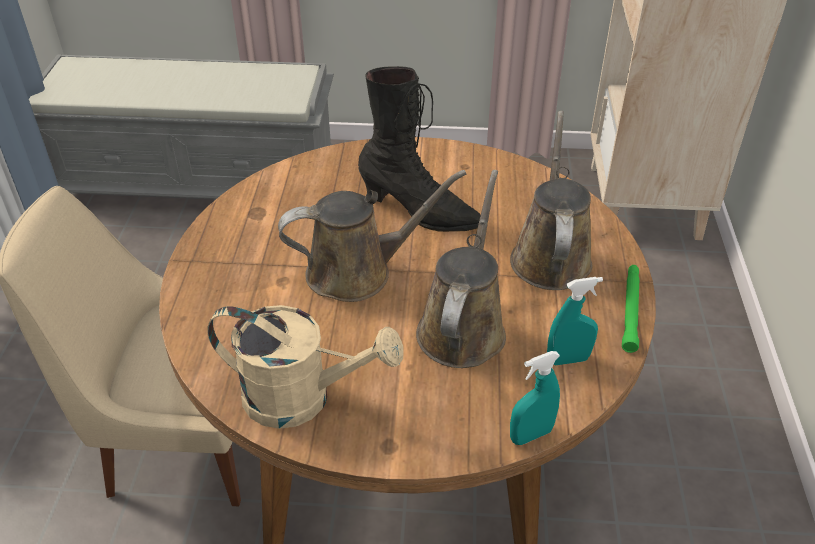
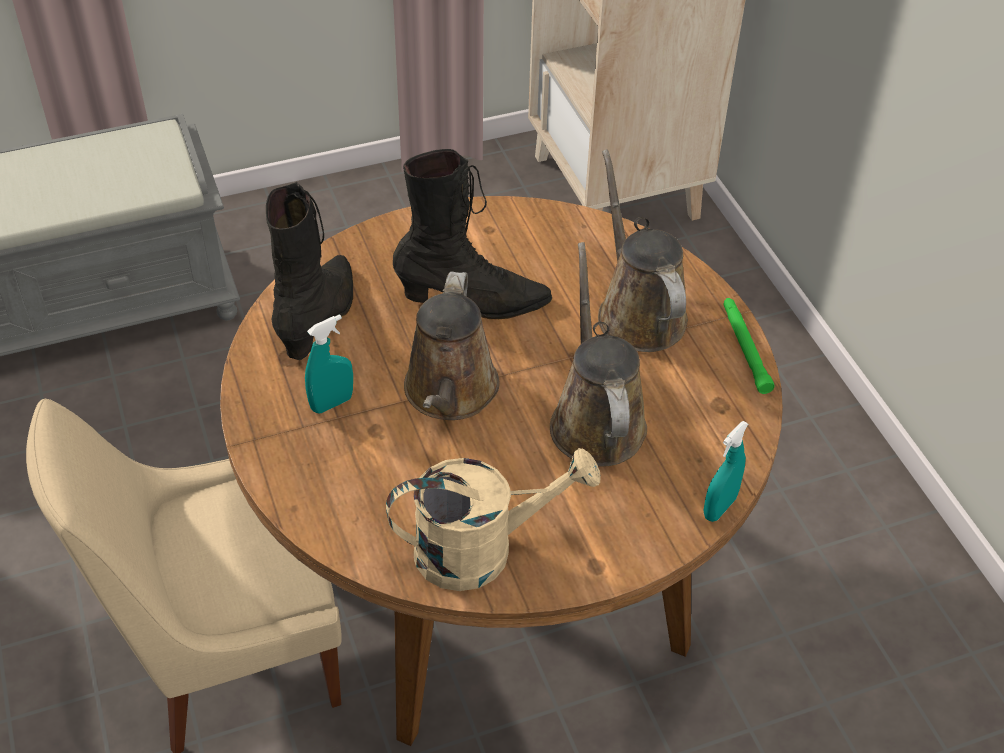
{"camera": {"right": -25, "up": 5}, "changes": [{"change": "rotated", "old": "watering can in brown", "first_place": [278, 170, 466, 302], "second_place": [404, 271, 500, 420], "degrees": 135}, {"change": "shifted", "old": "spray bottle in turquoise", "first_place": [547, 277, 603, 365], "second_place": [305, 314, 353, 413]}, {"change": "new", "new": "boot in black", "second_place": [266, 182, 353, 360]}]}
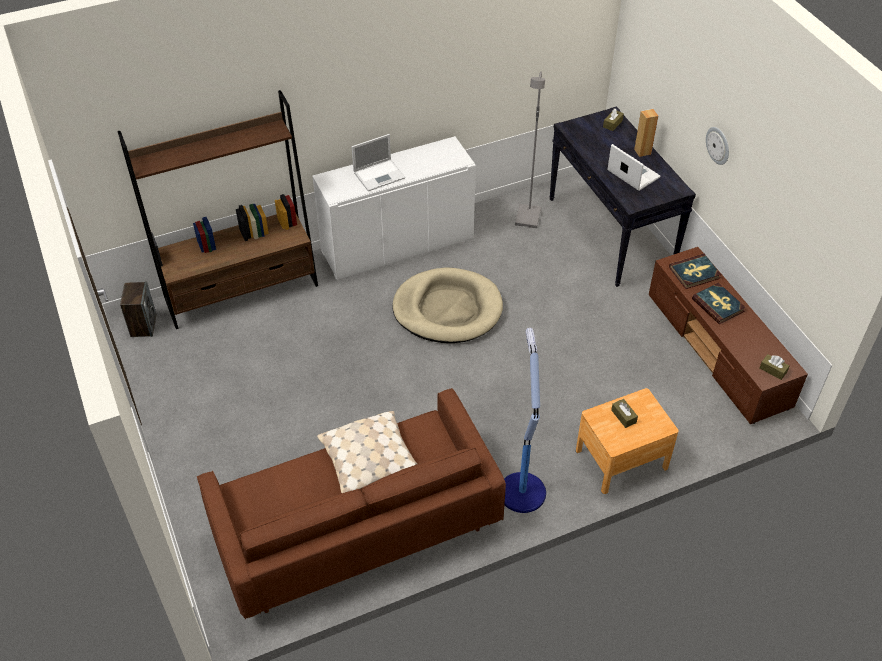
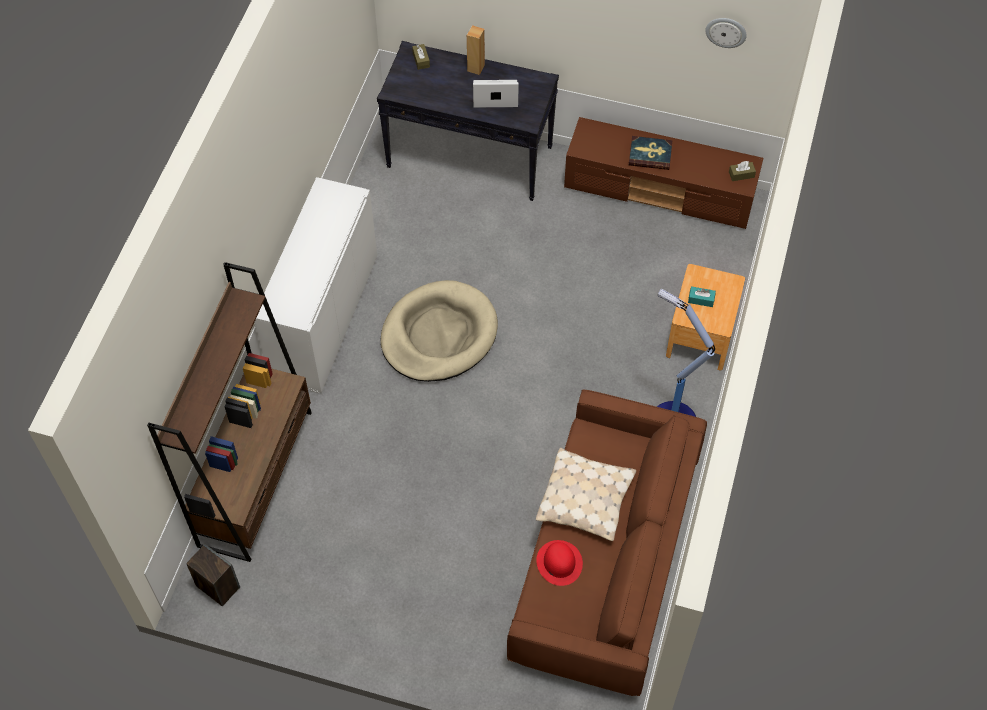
{"camera": {"right": -50, "up": 10}, "changes": [{"change": "gone", "old": "laptop", "first_place": [352, 134, 405, 191]}, {"change": "gone", "old": "floor lamp in grey", "first_place": [515, 71, 545, 228]}, {"change": "repainted", "old": "tissue box in brown", "new": "tissue box in turquoise", "first_place": [611, 399, 638, 428], "second_place": [688, 286, 716, 307]}, {"change": "gone", "old": "book", "first_place": [669, 254, 721, 289]}, {"change": "shifted", "old": "wall clock", "first_place": [706, 127, 729, 165], "second_place": [705, 18, 747, 48]}, {"change": "new", "new": "hat in red", "second_place": [536, 540, 583, 586]}]}
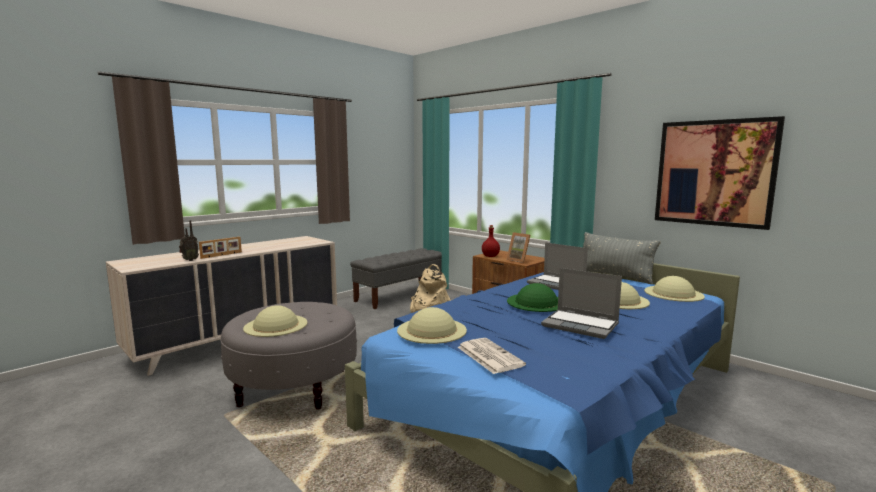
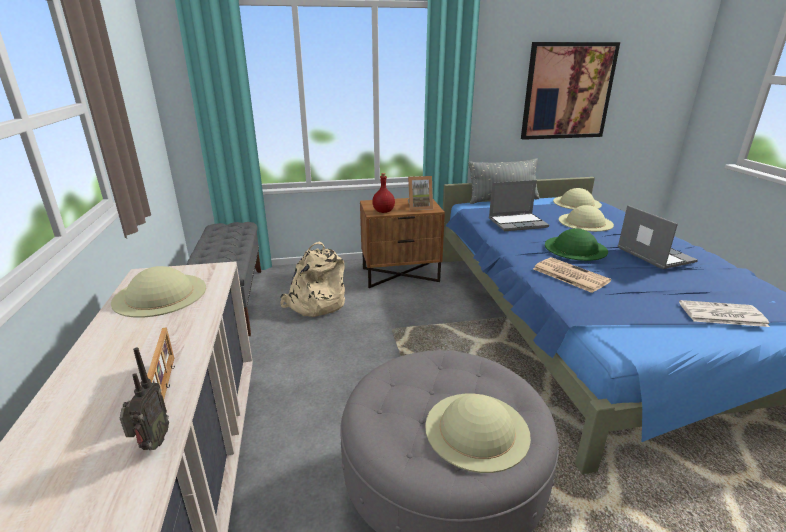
{"camera": {"right": -55, "up": 15}, "changes": [{"change": "shifted", "old": "hat in beige", "first_place": [397, 307, 467, 344], "second_place": [111, 266, 206, 318]}, {"change": "rotated", "old": "laptop", "first_place": [541, 268, 622, 339], "second_place": [618, 205, 698, 269], "degrees": -90}, {"change": "new", "new": "newspaper", "second_place": [533, 257, 611, 293]}]}
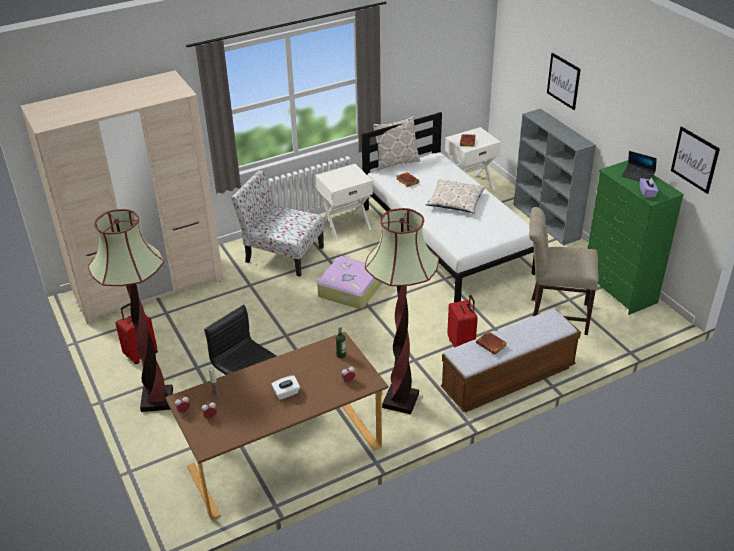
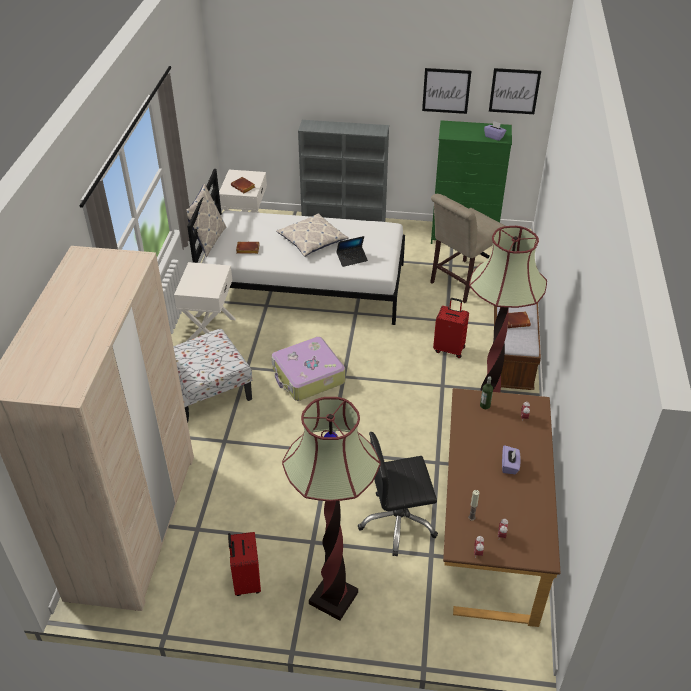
{"camera": {"right": -55, "up": 5}, "changes": [{"change": "repainted", "old": "tissue box in white", "new": "tissue box in purple", "first_place": [271, 375, 300, 400], "second_place": [502, 445, 521, 474]}, {"change": "shifted", "old": "picture", "first_place": [547, 53, 581, 110], "second_place": [422, 68, 471, 114]}, {"change": "shifted", "old": "laptop", "first_place": [622, 151, 657, 182], "second_place": [336, 236, 368, 267]}]}
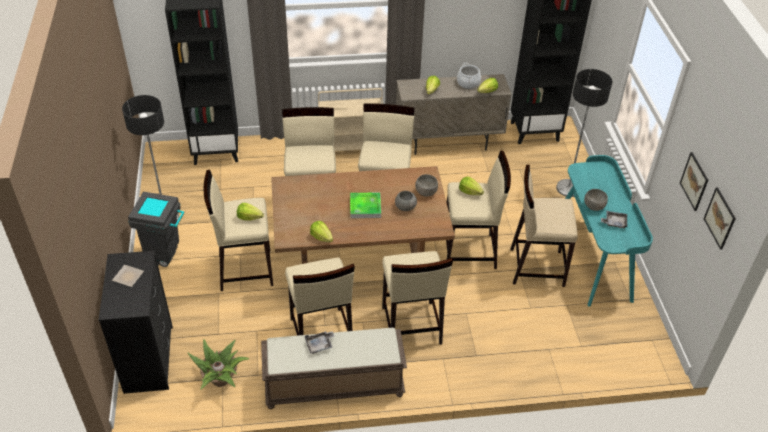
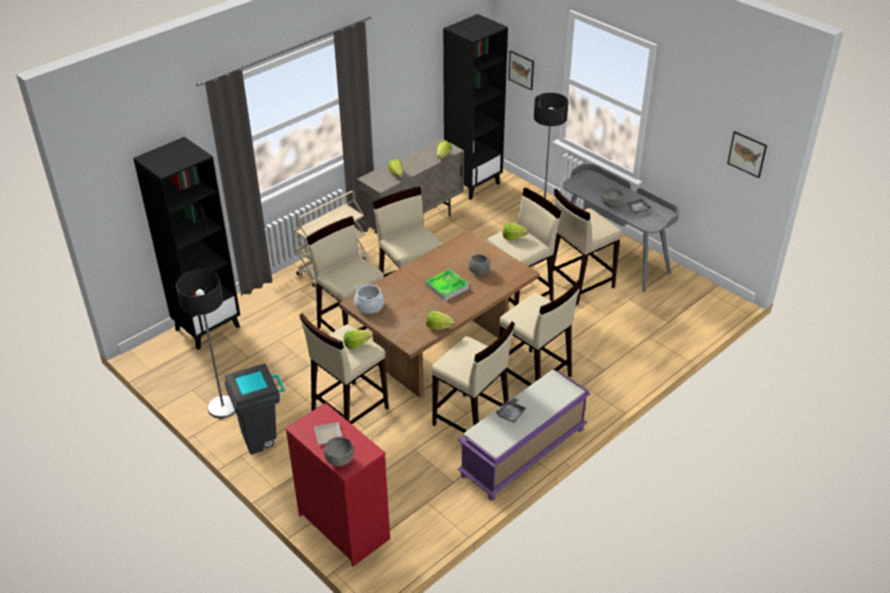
{"camera": {"right": -35, "up": -5}, "changes": [{"change": "repainted", "old": "dresser in black", "new": "dresser in red", "first_place": [99, 251, 173, 394], "second_place": [285, 403, 390, 567]}, {"change": "gone", "old": "potted plant", "first_place": [188, 339, 249, 390]}, {"change": "repainted", "old": "bench in brown", "new": "bench in purple", "first_place": [261, 328, 407, 409], "second_place": [458, 370, 591, 501]}, {"change": "shifted", "old": "bowl in grey", "first_place": [415, 174, 438, 197], "second_place": [324, 437, 354, 466]}, {"change": "shifted", "old": "cooking pot", "first_place": [457, 63, 481, 89], "second_place": [354, 284, 384, 314]}, {"change": "repainted", "old": "desk in turquoise", "new": "desk in grey", "first_place": [565, 155, 653, 307], "second_place": [563, 164, 679, 292]}, {"change": "shifted", "old": "picture", "first_place": [680, 152, 708, 211], "second_place": [508, 50, 534, 91]}]}
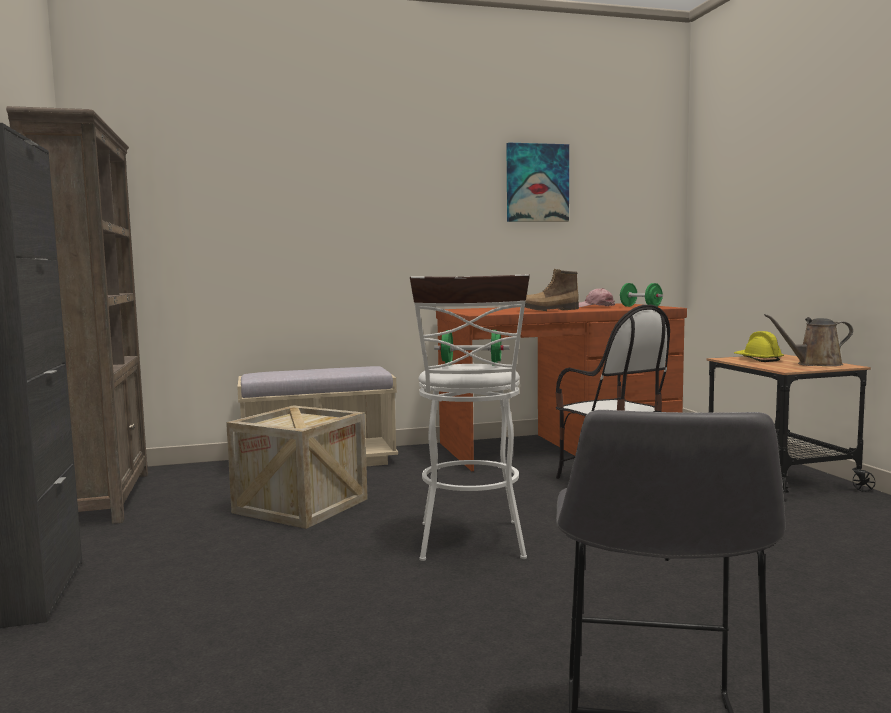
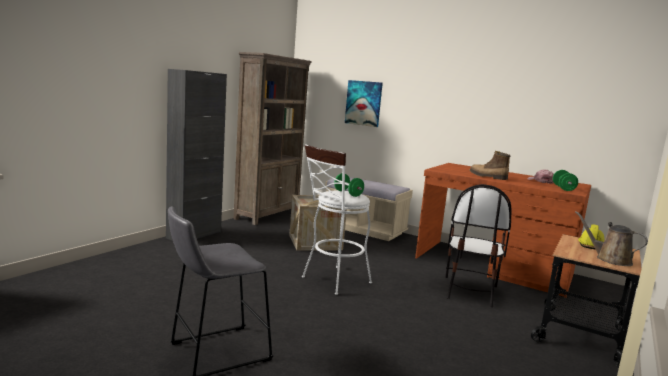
{"camera": {"right": 45, "up": 5}, "changes": [{"change": "shifted", "old": "picture", "first_place": [506, 143, 569, 222], "second_place": [345, 80, 383, 127]}]}
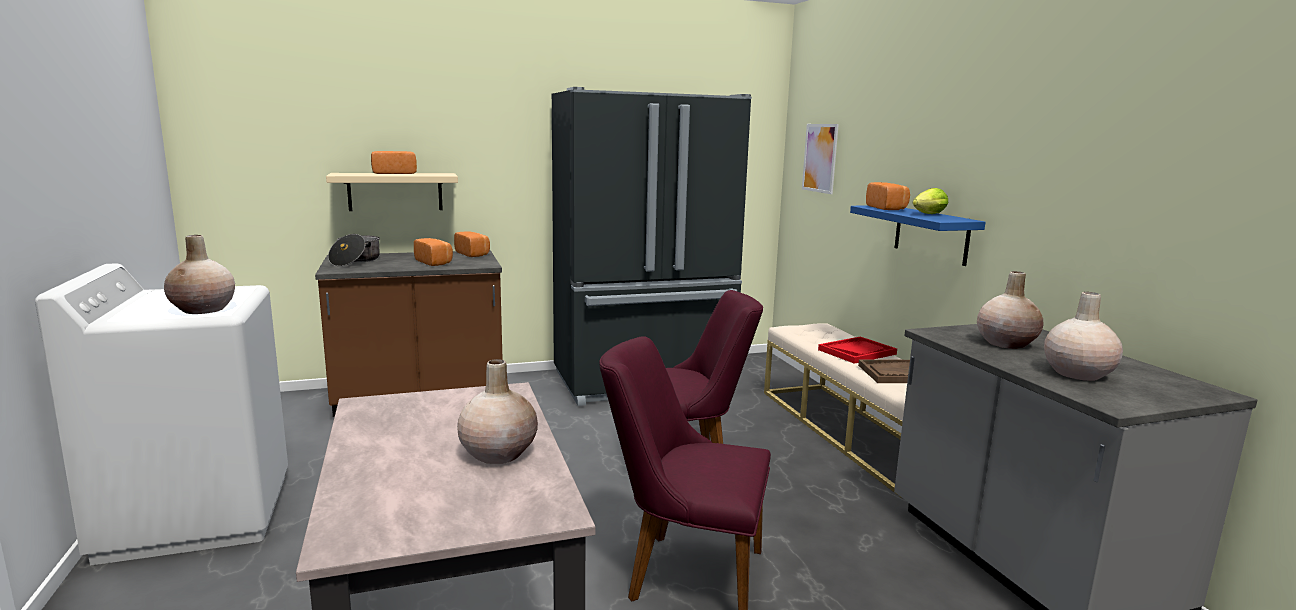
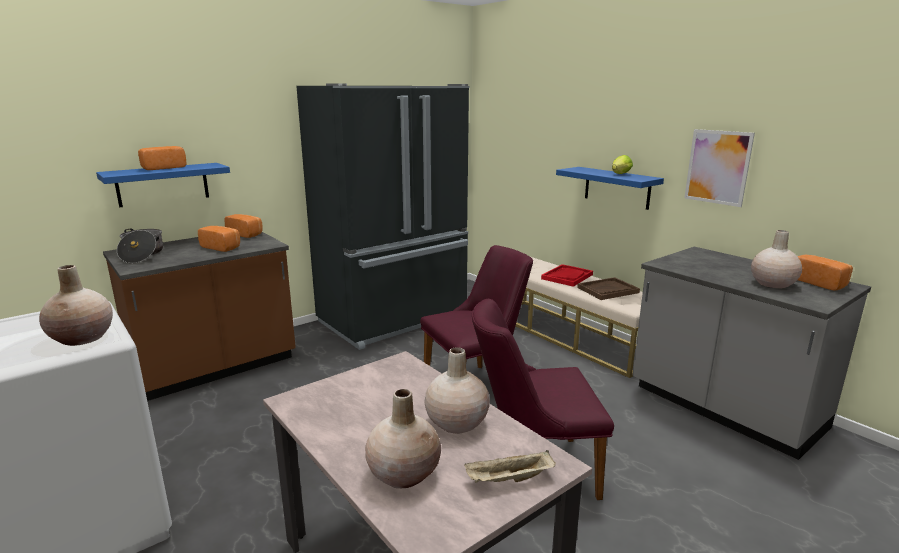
{"camera": {"right": -20, "up": 5}, "changes": [{"change": "repainted", "old": "shelf in beige", "new": "shelf in blue", "first_place": [326, 173, 458, 211], "second_place": [96, 163, 230, 208]}, {"change": "shifted", "old": "picture", "first_place": [802, 124, 839, 194], "second_place": [684, 129, 755, 207]}, {"change": "shifted", "old": "bread", "first_place": [866, 182, 910, 210], "second_place": [797, 255, 853, 291]}, {"change": "shifted", "old": "vase in beige", "first_place": [977, 271, 1044, 349], "second_place": [365, 389, 441, 488]}, {"change": "new", "new": "tray in beige", "second_place": [464, 450, 556, 483]}]}
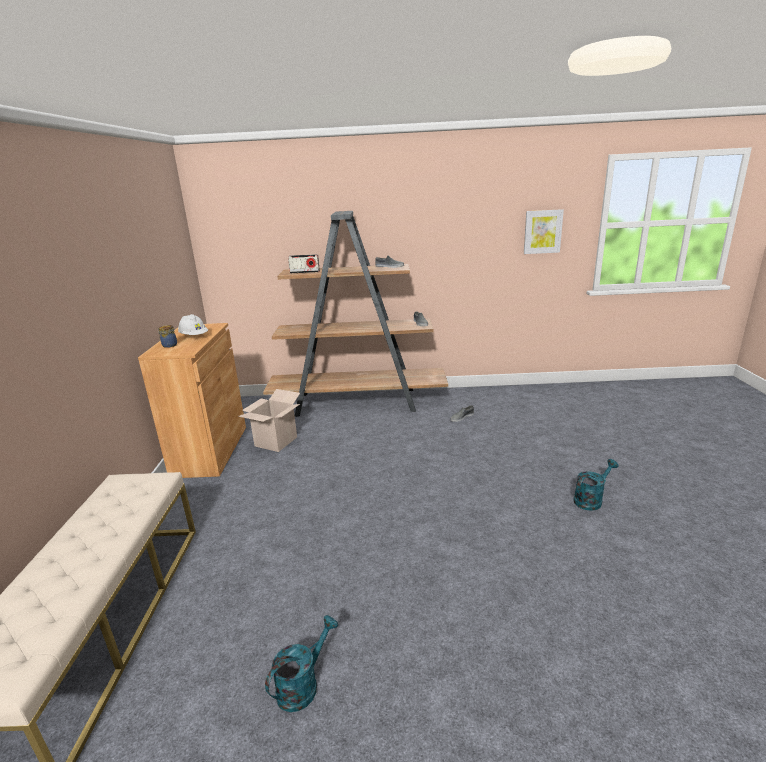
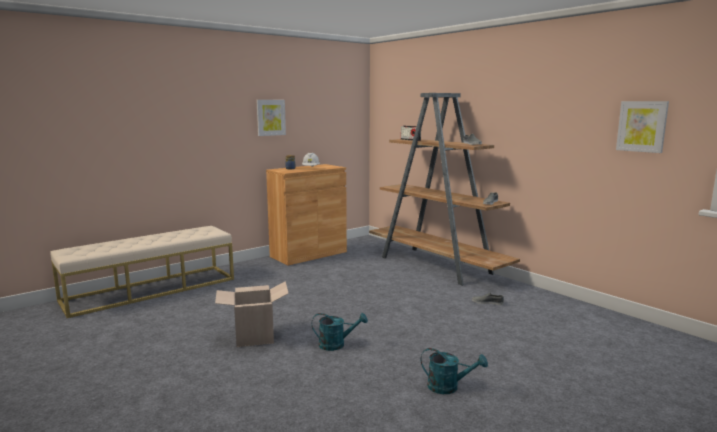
{"camera": {"right": 50, "up": -10}, "changes": [{"change": "shifted", "old": "cardboard box", "first_place": [238, 389, 300, 452], "second_place": [215, 281, 289, 347]}, {"change": "shifted", "old": "watering can in turquoise", "first_place": [265, 615, 338, 712], "second_place": [312, 313, 368, 351]}, {"change": "new", "new": "picture", "second_place": [256, 100, 286, 136]}]}
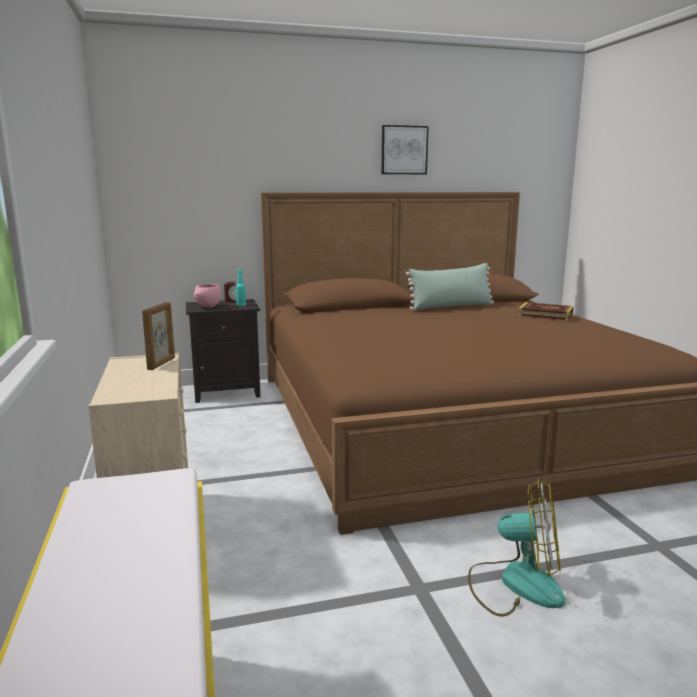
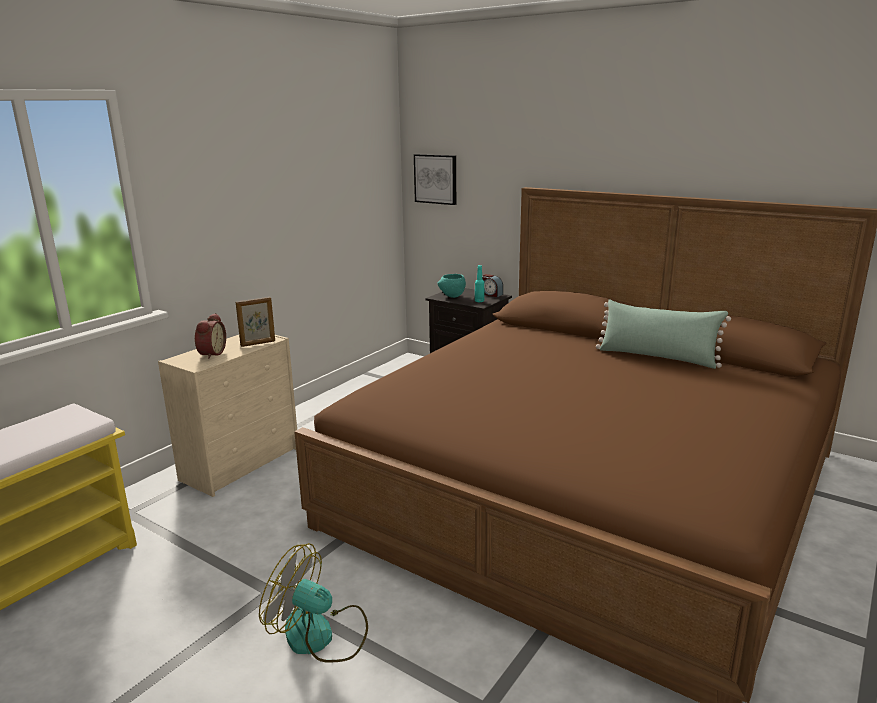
{"camera": {"right": 50, "up": 5}, "changes": [{"change": "repainted", "old": "bowl in pink", "new": "bowl in turquoise", "first_place": [193, 284, 221, 308], "second_place": [438, 274, 466, 298]}, {"change": "shifted", "old": "picture", "first_place": [381, 125, 429, 174], "second_place": [414, 154, 456, 205]}, {"change": "rotated", "old": "fan", "first_place": [468, 478, 565, 617], "second_place": [259, 543, 368, 662], "degrees": 135}, {"change": "gone", "old": "book", "first_place": [518, 302, 574, 320]}, {"change": "new", "new": "alarm clock", "second_place": [195, 313, 226, 359]}]}
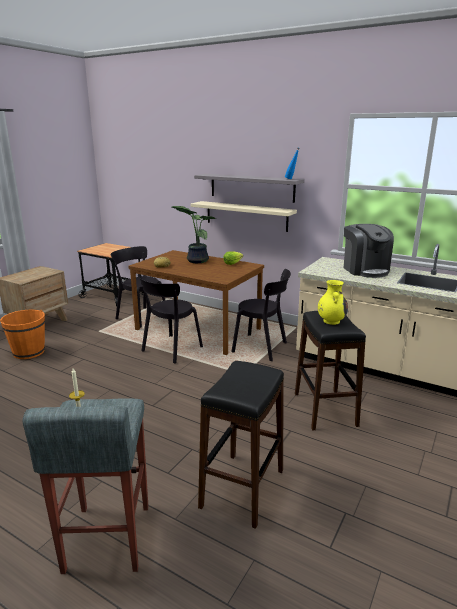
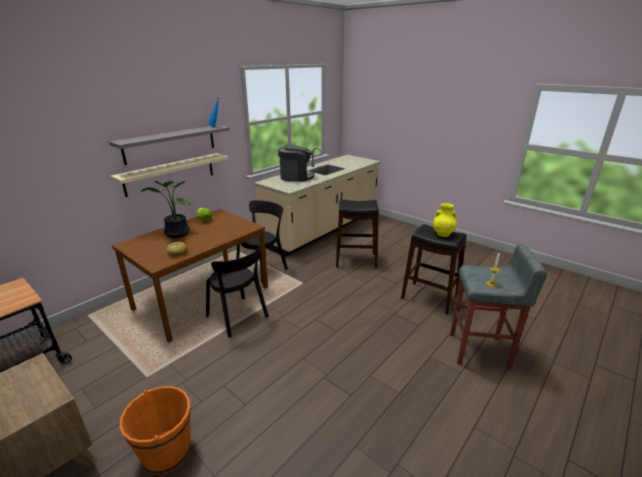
{"camera": {"right": -80, "up": 5}, "changes": [{"change": "gone", "old": "chair in black", "first_place": [110, 246, 165, 328]}, {"change": "shifted", "old": "vase in yellow", "first_place": [318, 280, 348, 325], "second_place": [433, 203, 457, 237]}]}
